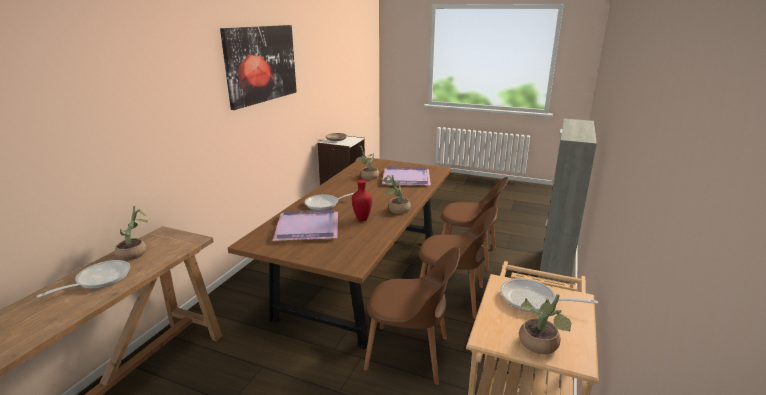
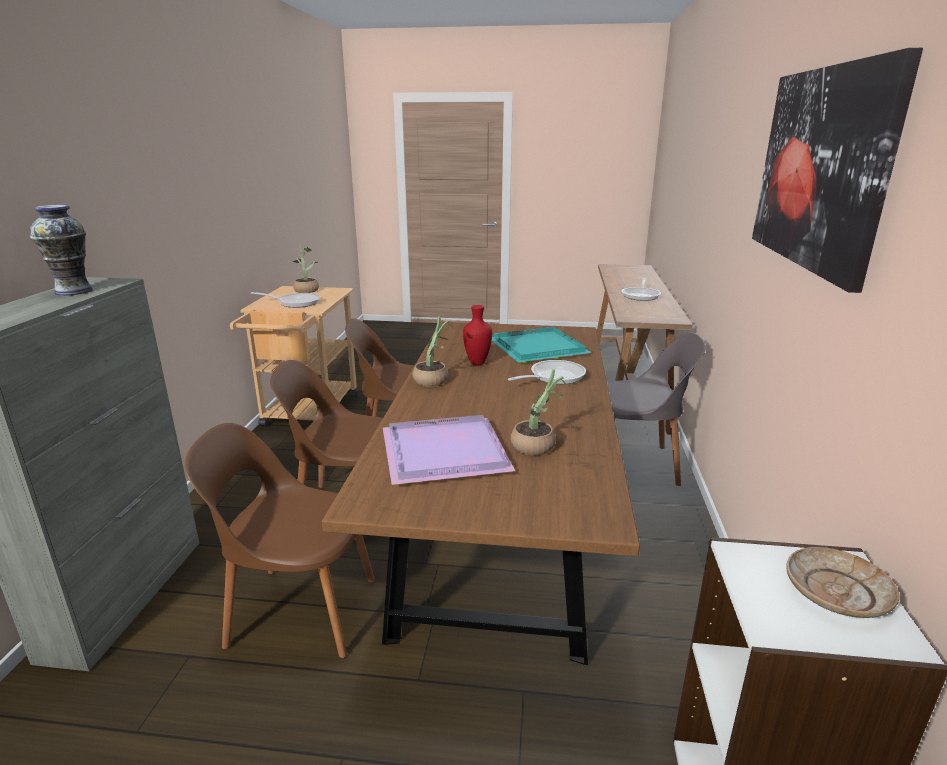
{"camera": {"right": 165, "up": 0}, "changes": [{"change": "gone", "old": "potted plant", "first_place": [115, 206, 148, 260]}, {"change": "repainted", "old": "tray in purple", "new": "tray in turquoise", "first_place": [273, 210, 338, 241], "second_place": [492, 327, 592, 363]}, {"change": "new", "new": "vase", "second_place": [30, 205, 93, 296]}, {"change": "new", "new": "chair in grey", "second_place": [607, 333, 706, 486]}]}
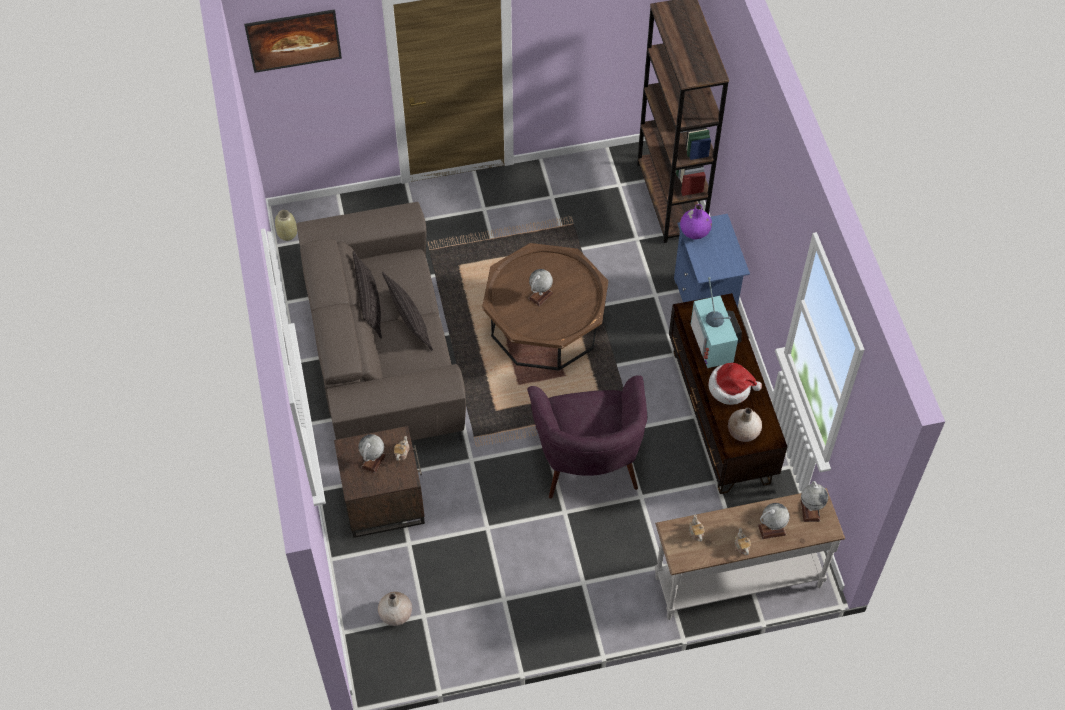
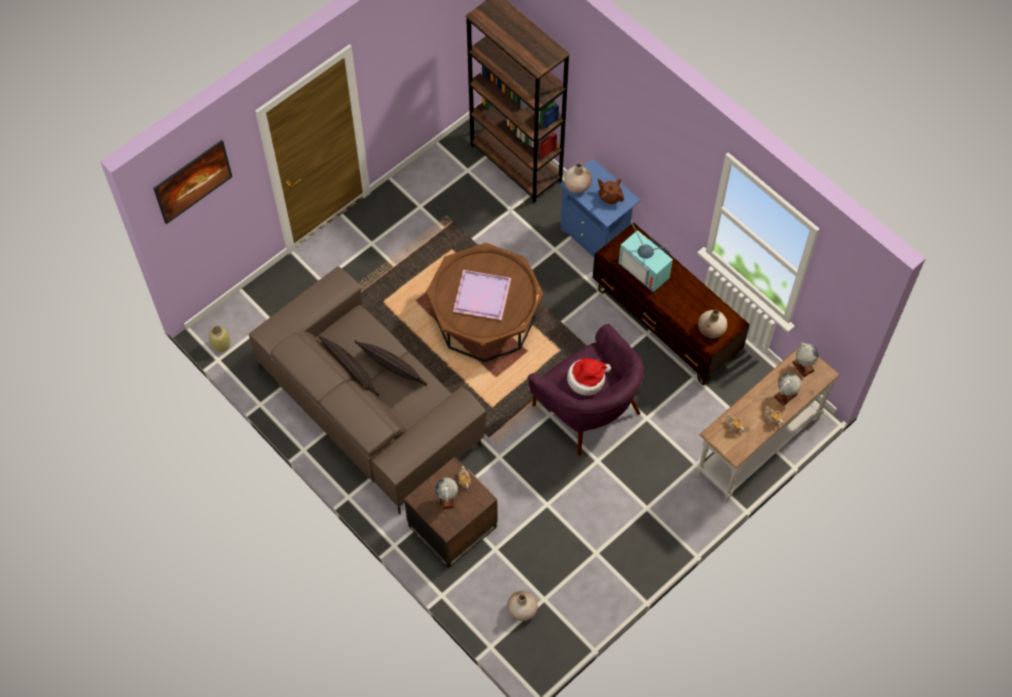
{"camera": {"right": -30, "up": 5}, "changes": [{"change": "swapped", "old": "globe", "new": "tray in purple", "first_place": [528, 269, 553, 306], "second_place": [453, 270, 511, 320]}, {"change": "repainted", "old": "vase in purple", "new": "vase in beige", "first_place": [680, 204, 712, 240], "second_place": [564, 163, 592, 193]}, {"change": "shifted", "old": "hat", "first_place": [709, 363, 762, 405], "second_place": [567, 358, 611, 396]}, {"change": "new", "new": "teapot in brown", "second_place": [598, 178, 624, 205]}]}
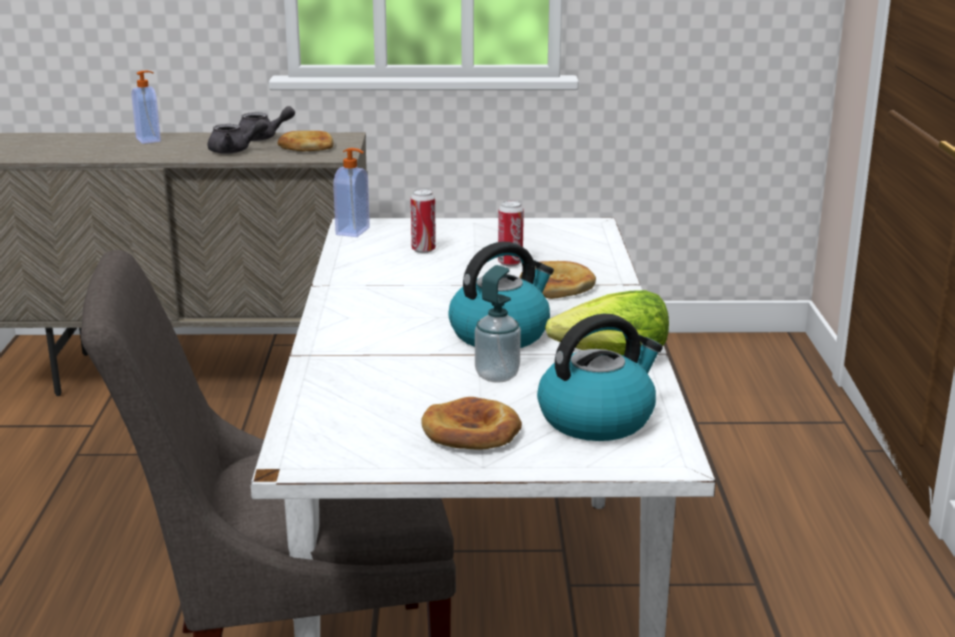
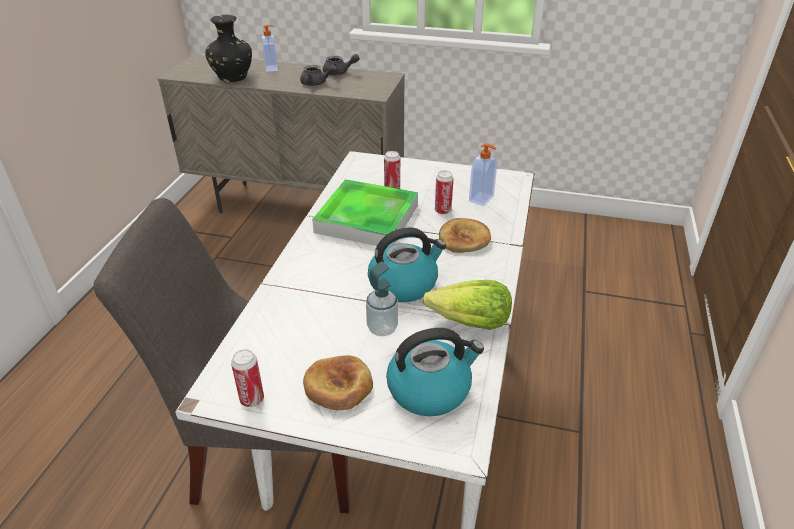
{"camera": {"right": 15, "up": 15}, "changes": [{"change": "gone", "old": "bread", "first_place": [277, 131, 334, 151]}, {"change": "shifted", "old": "soap dispenser", "first_place": [333, 148, 370, 237], "second_place": [469, 143, 497, 206]}, {"change": "new", "new": "vase in black", "second_place": [205, 15, 252, 82]}, {"change": "new", "new": "can", "second_place": [231, 349, 264, 407]}, {"change": "new", "new": "tray", "second_place": [312, 179, 418, 246]}]}
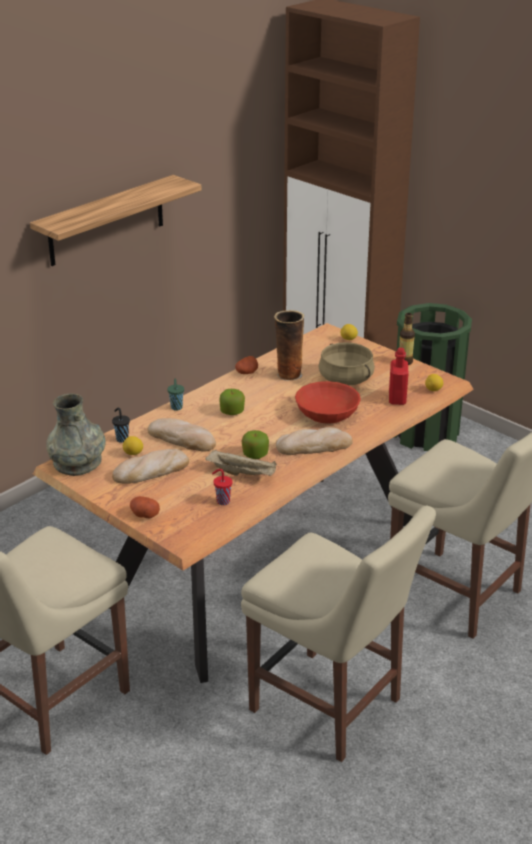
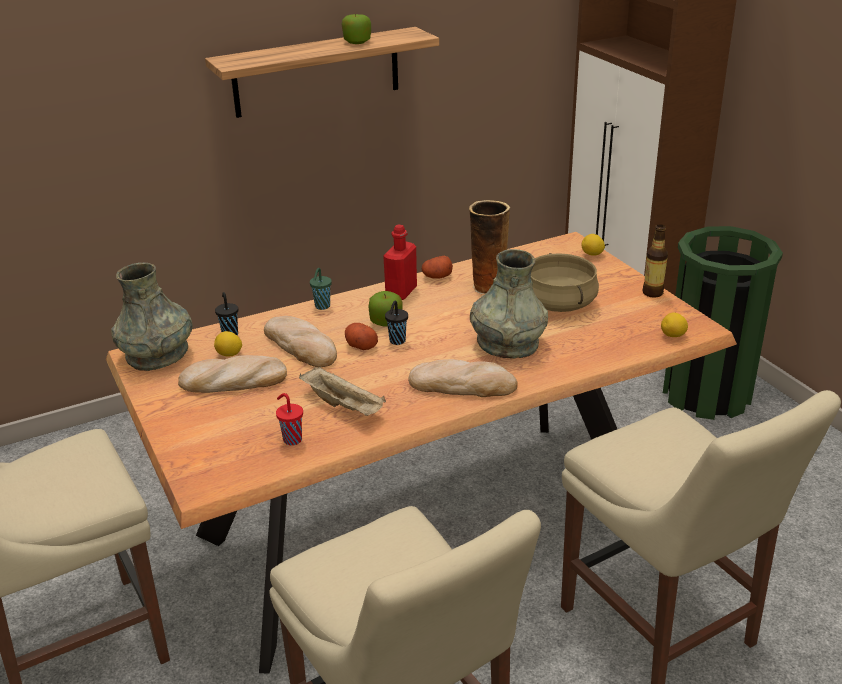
{"camera": {"right": 20, "up": 0}, "changes": [{"change": "shifted", "old": "potato", "first_place": [130, 496, 160, 519], "second_place": [345, 323, 378, 350]}, {"change": "shifted", "old": "apple", "first_place": [242, 430, 269, 459], "second_place": [341, 14, 371, 44]}, {"change": "swapped", "old": "bowl in red", "new": "vase in grey", "first_place": [295, 381, 361, 424], "second_place": [470, 249, 548, 359]}, {"change": "shifted", "old": "bottle in red", "first_place": [389, 348, 409, 405], "second_place": [383, 224, 417, 300]}, {"change": "new", "new": "cup in black", "second_place": [385, 301, 408, 345]}]}
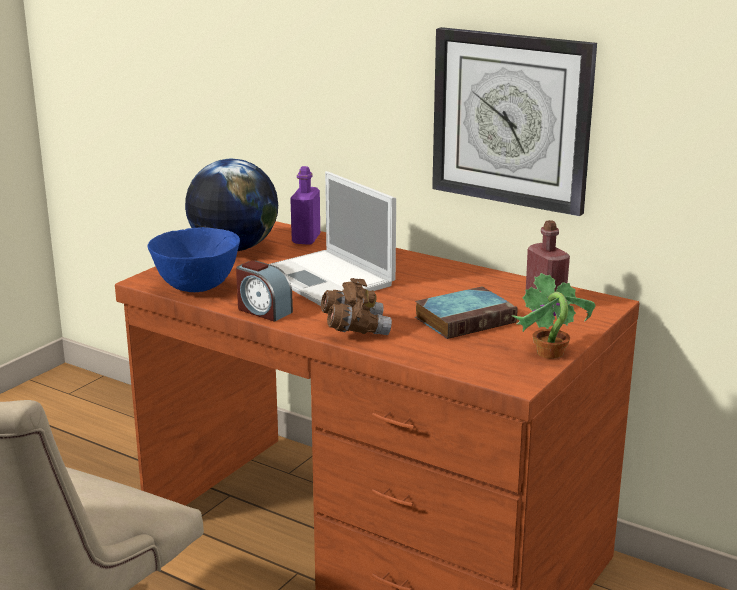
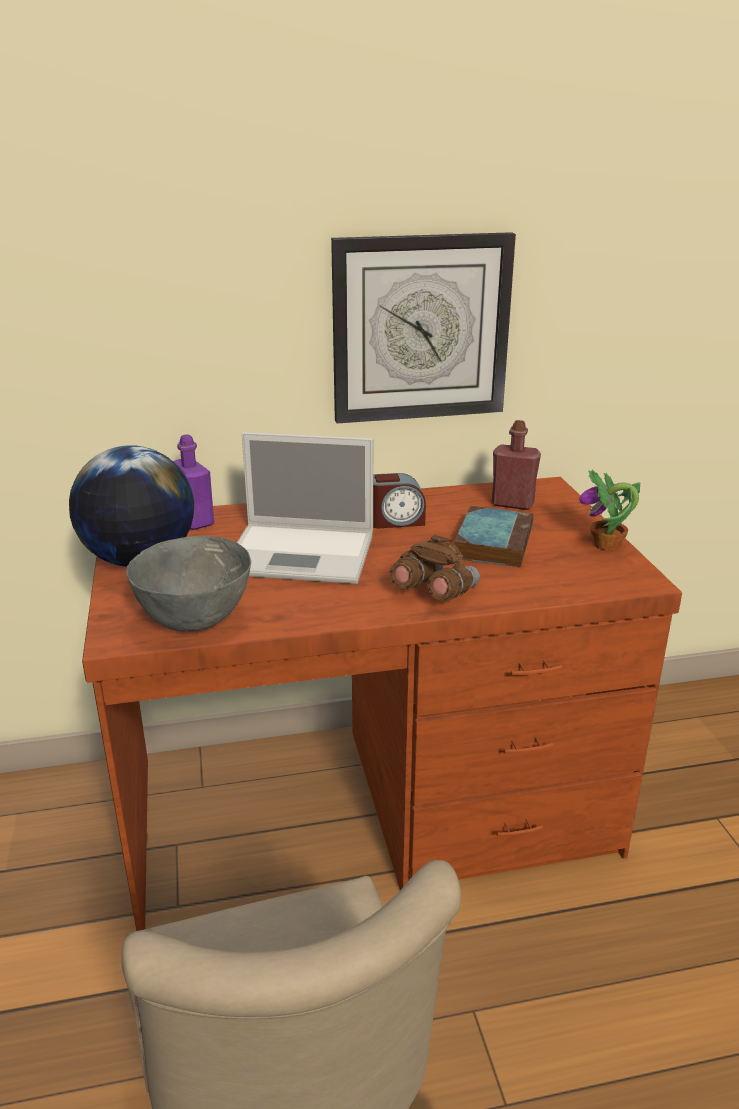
{"camera": {"right": -45, "up": 5}, "changes": [{"change": "repainted", "old": "bowl in blue", "new": "bowl in grey", "first_place": [148, 227, 240, 292], "second_place": [126, 536, 251, 632]}, {"change": "shifted", "old": "alarm clock", "first_place": [236, 260, 293, 322], "second_place": [373, 473, 426, 528]}]}
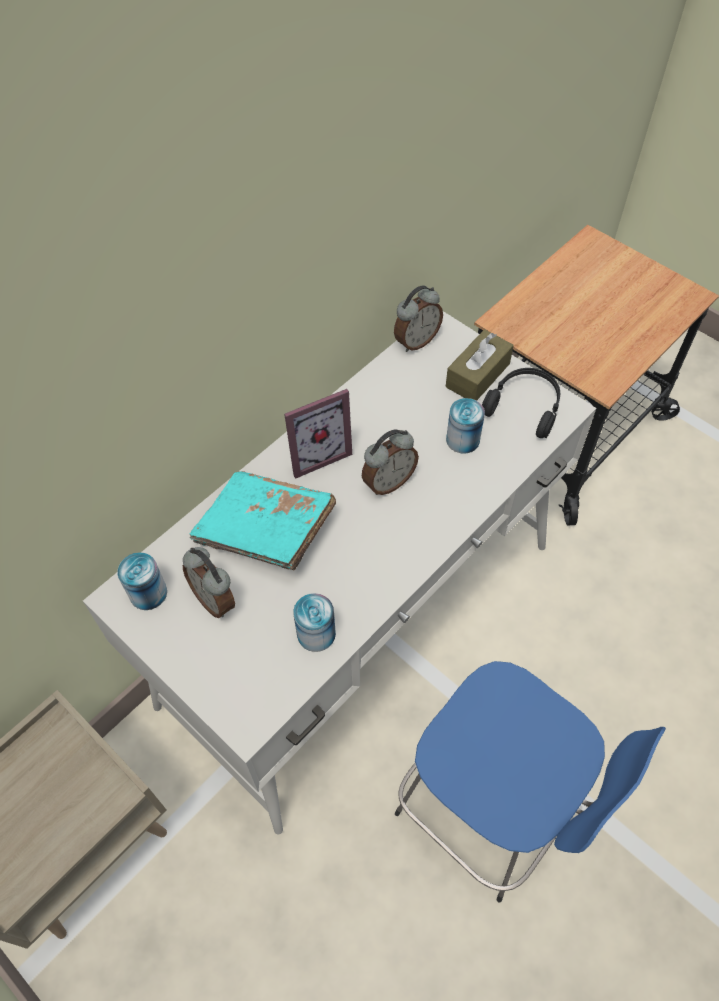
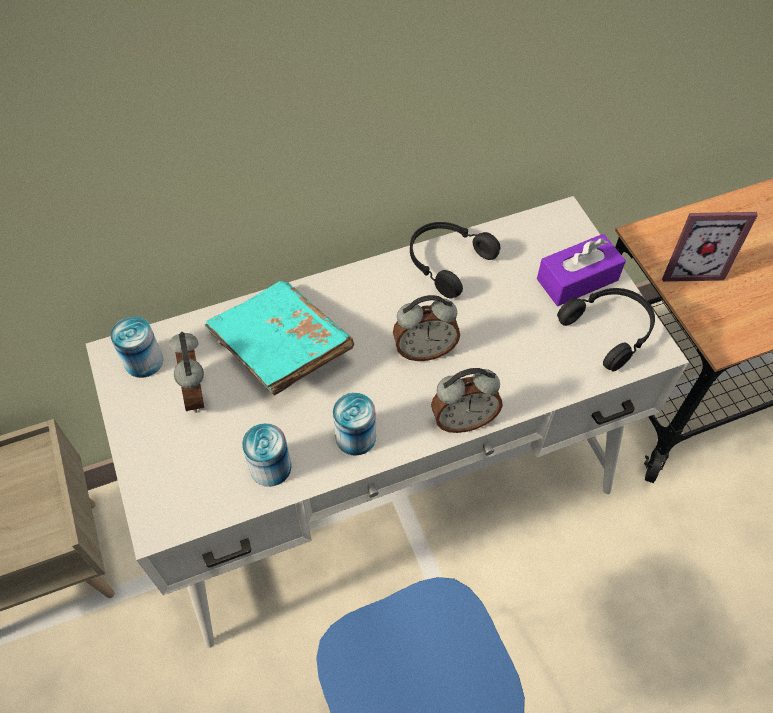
{"camera": {"right": 25, "up": 0}, "changes": [{"change": "shifted", "old": "picture frame", "first_place": [284, 389, 352, 479], "second_place": [662, 212, 758, 282]}, {"change": "shifted", "old": "alarm clock", "first_place": [394, 285, 443, 352], "second_place": [431, 368, 503, 433]}, {"change": "repainted", "old": "tissue box in brown", "new": "tissue box in purple", "first_place": [446, 329, 514, 401], "second_place": [537, 234, 626, 306]}, {"change": "shifted", "old": "can", "first_place": [446, 398, 485, 454], "second_place": [333, 393, 376, 456]}, {"change": "new", "new": "headphones in black", "second_place": [410, 222, 500, 298]}]}
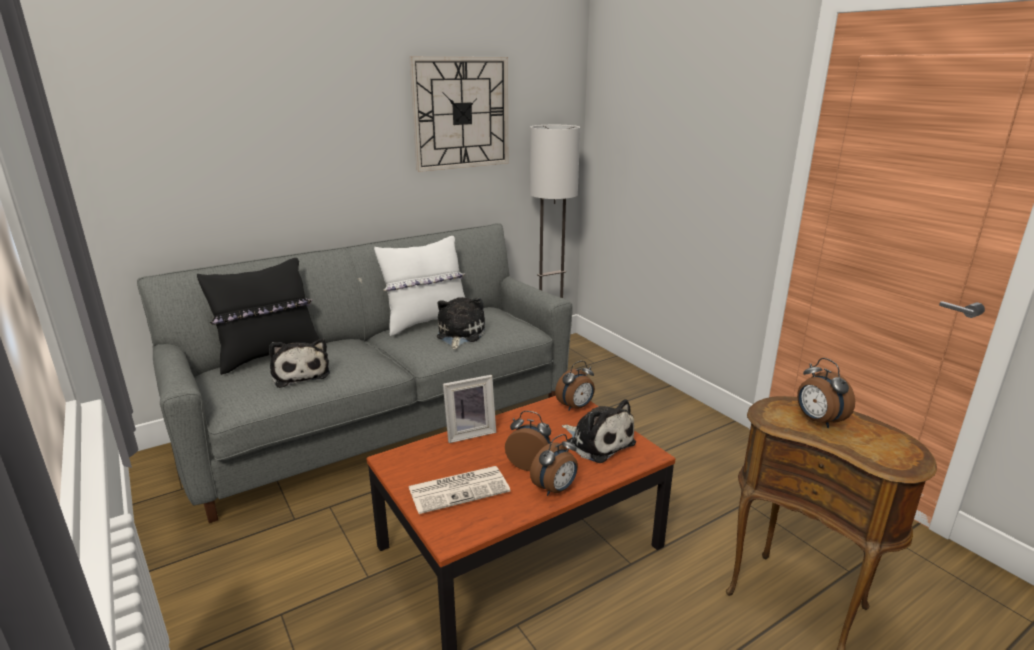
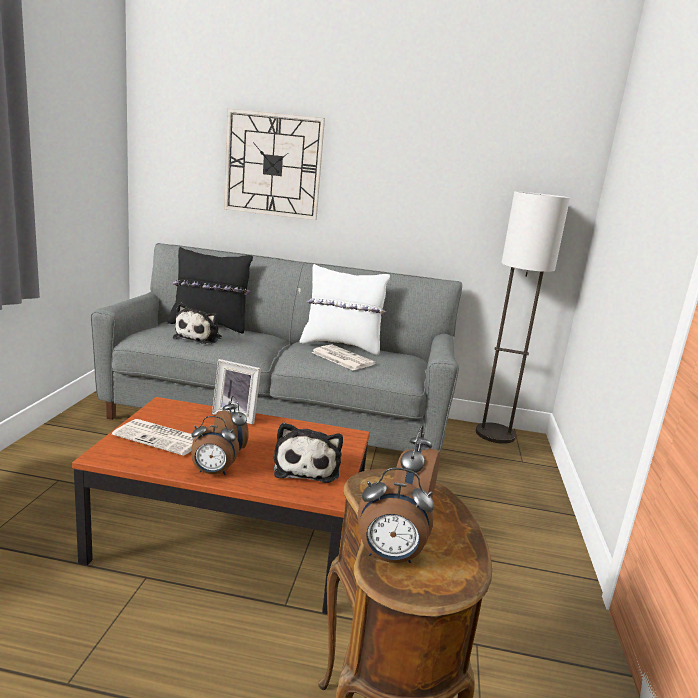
{"camera": {"right": 40, "up": -5}, "changes": [{"change": "shifted", "old": "wall clock", "first_place": [409, 57, 508, 172], "second_place": [224, 109, 325, 220]}, {"change": "swapped", "old": "plush toy", "new": "newspaper", "first_place": [437, 297, 485, 350], "second_place": [311, 344, 376, 371]}, {"change": "shifted", "old": "alarm clock", "first_place": [555, 361, 595, 411], "second_place": [358, 468, 434, 563]}]}
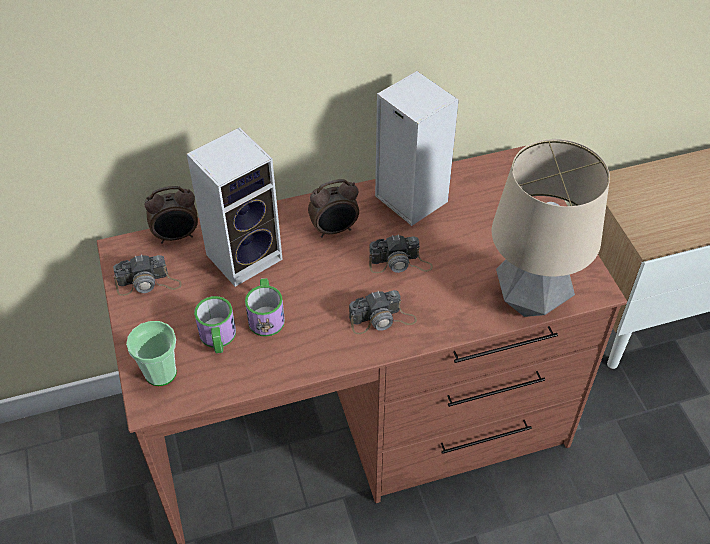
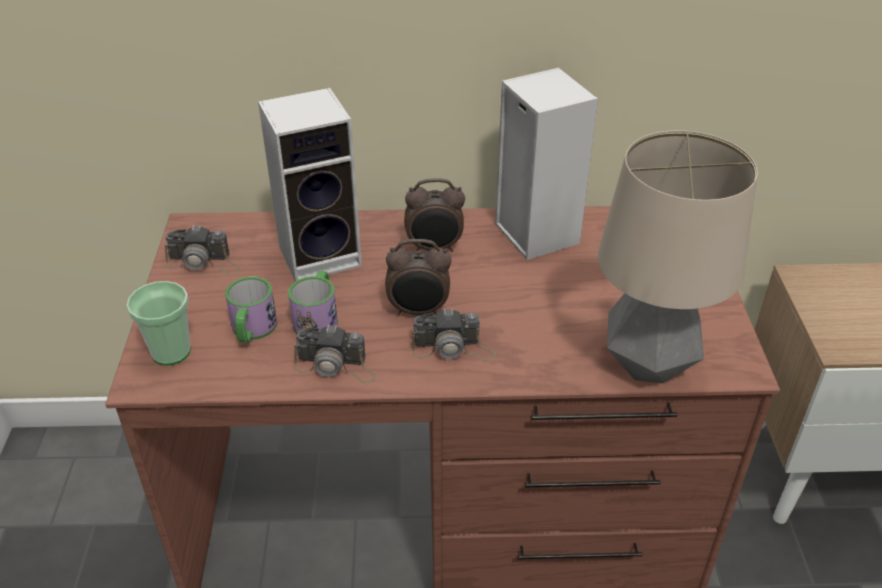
{"camera": {"right": 15, "up": -10}, "changes": [{"change": "shifted", "old": "alarm clock", "first_place": [144, 186, 198, 244], "second_place": [385, 239, 451, 316]}, {"change": "shifted", "old": "photo camera", "first_place": [369, 234, 433, 273], "second_place": [294, 325, 376, 384]}]}
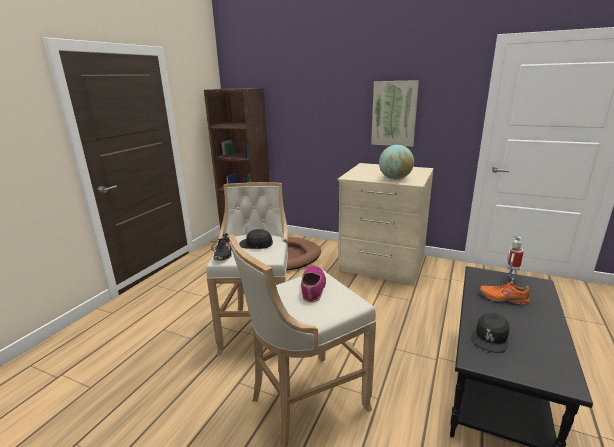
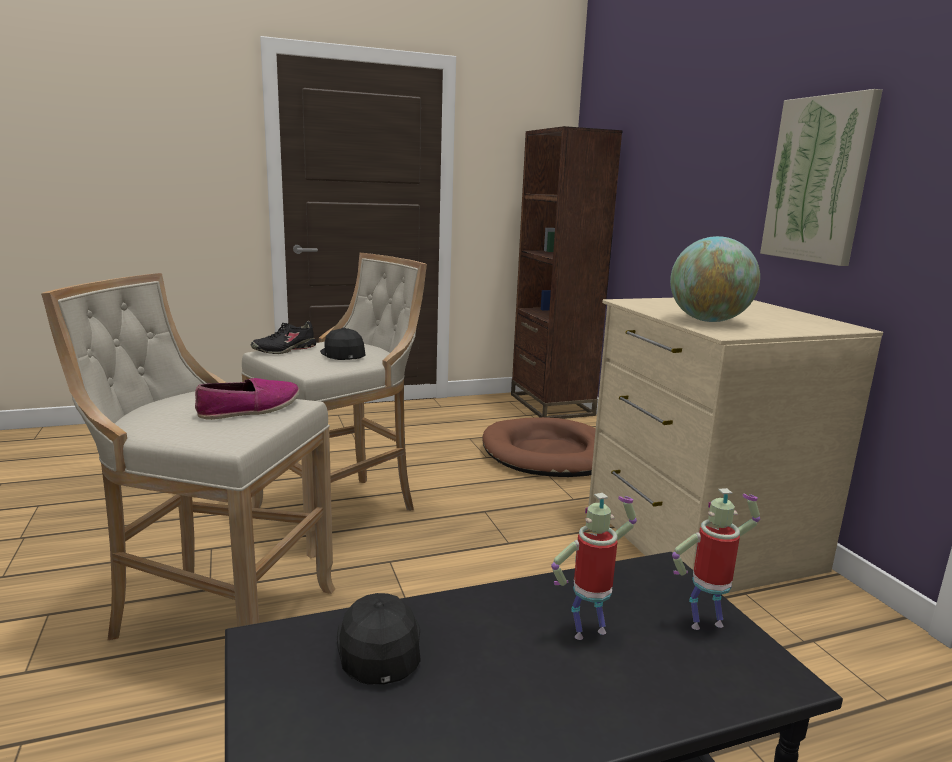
{"camera": {"right": 45, "up": -5}, "changes": [{"change": "rotated", "old": "cap in black", "first_place": [471, 313, 509, 353], "second_place": [337, 593, 421, 685], "degrees": 90}, {"change": "swapped", "old": "shoe in orange", "new": "toy robot", "first_place": [480, 282, 530, 305], "second_place": [551, 493, 637, 640]}]}
